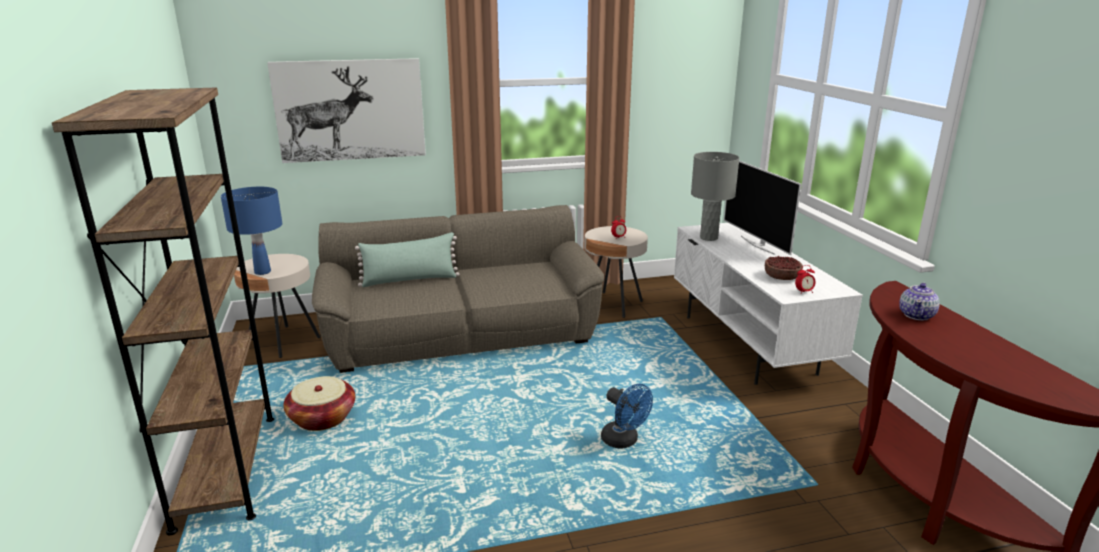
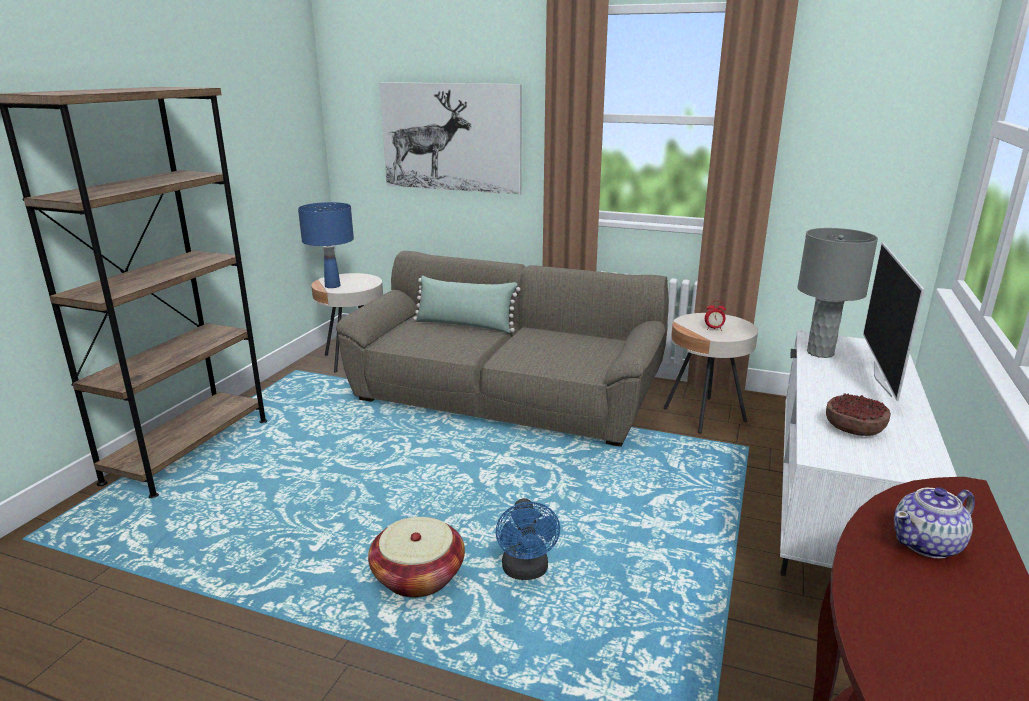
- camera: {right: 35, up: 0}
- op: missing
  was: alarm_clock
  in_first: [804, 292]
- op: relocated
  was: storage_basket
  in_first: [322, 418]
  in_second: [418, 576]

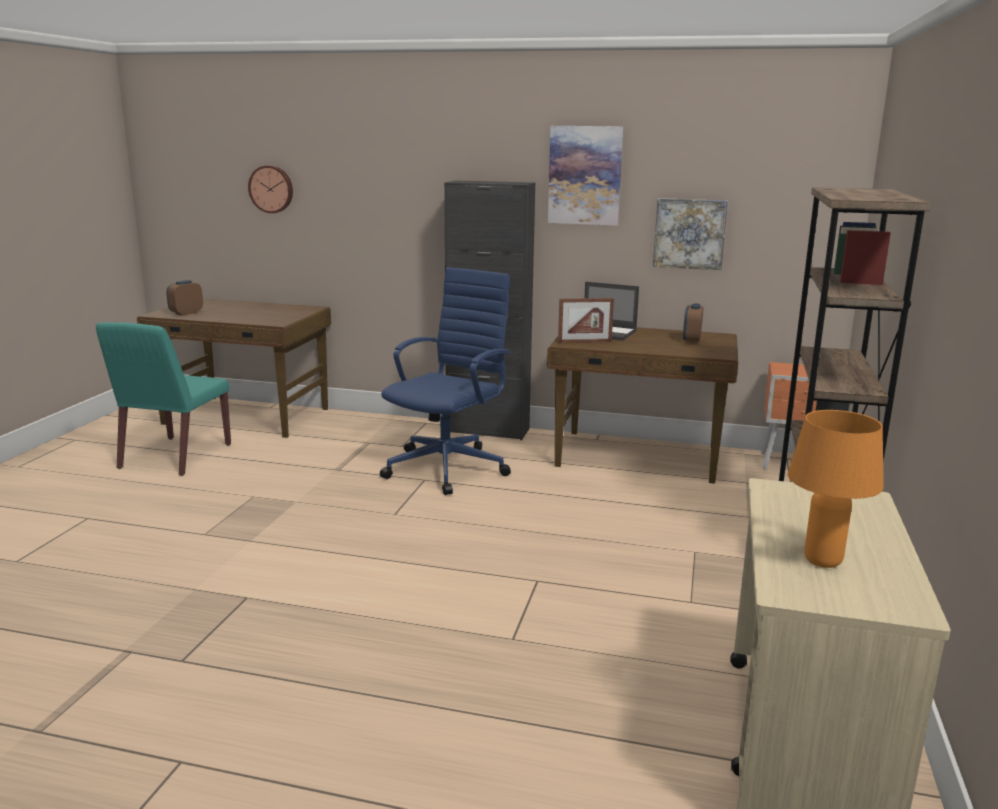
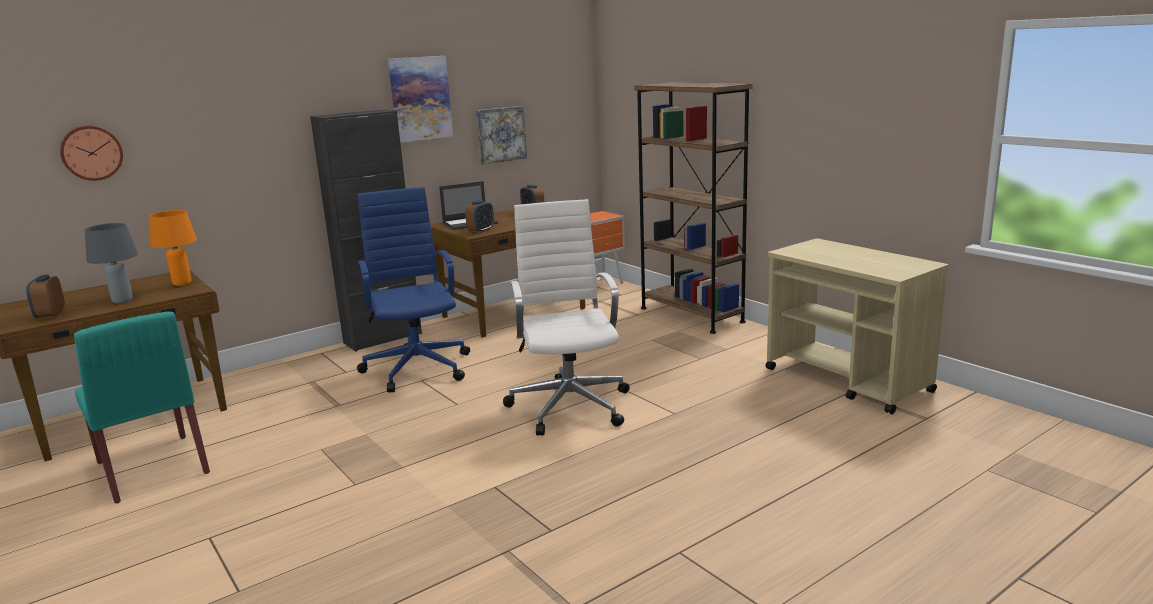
- camera: {right: -50, up: 0}
- op: appeared
  now: grey_tabletop_lamp
  in_second: [122, 301]
- op: appeared
  now: white-coloured_computer_chair
  in_second: [570, 404]
- op: relocated
  was: orange-coloured_tabletop_lamp
  in_first: [821, 561]
  in_second: [181, 284]
- op: exchanged
  was: picture_frame
  now: alarm_clock
  in_first: [584, 342]
  in_second: [481, 230]

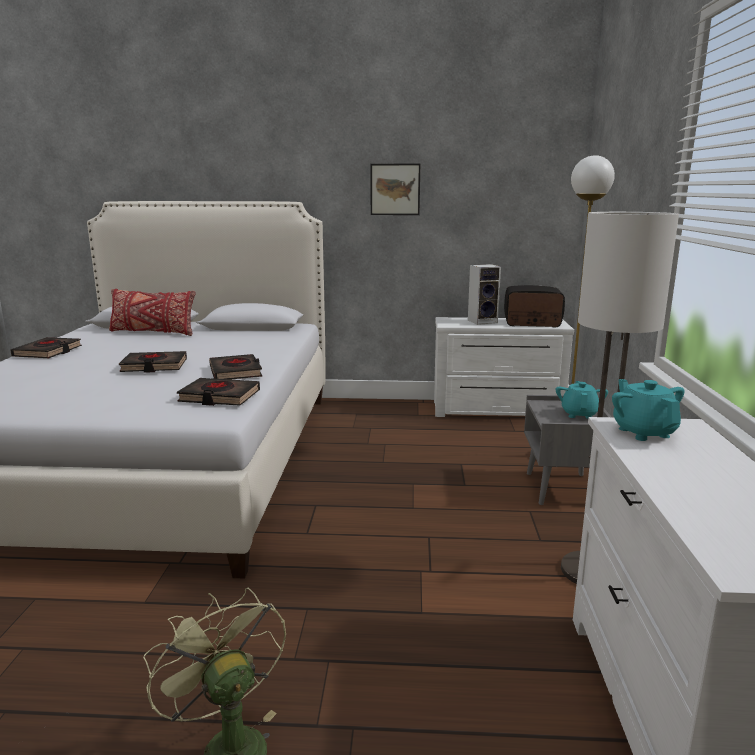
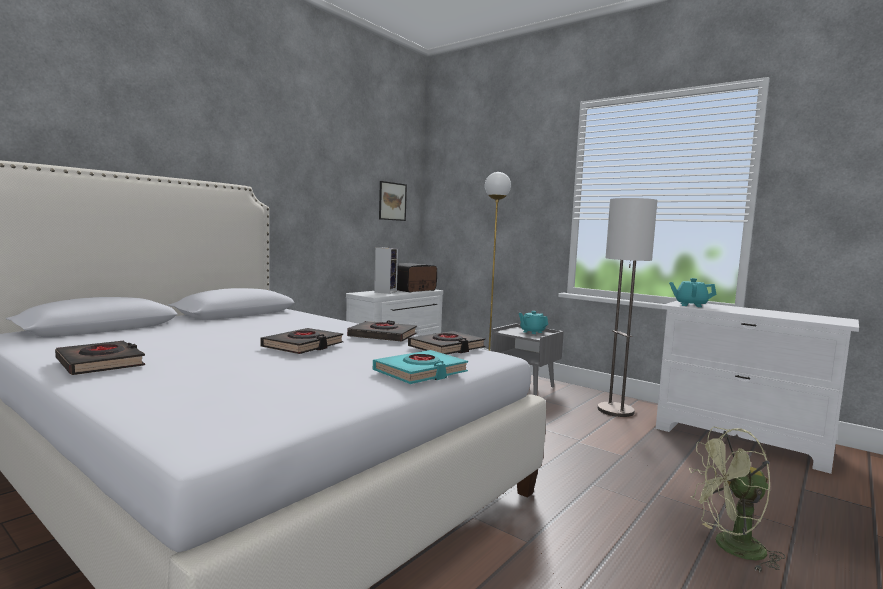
- camera: {right: -55, up: -10}
- op: missing
  was: red_pillow
  in_first: [153, 332]
- op: appeared
  now: blue-green_book
  in_second: [420, 372]
- op: relocated
  was: wall_art
  in_first: [395, 189]
  in_second: [392, 201]

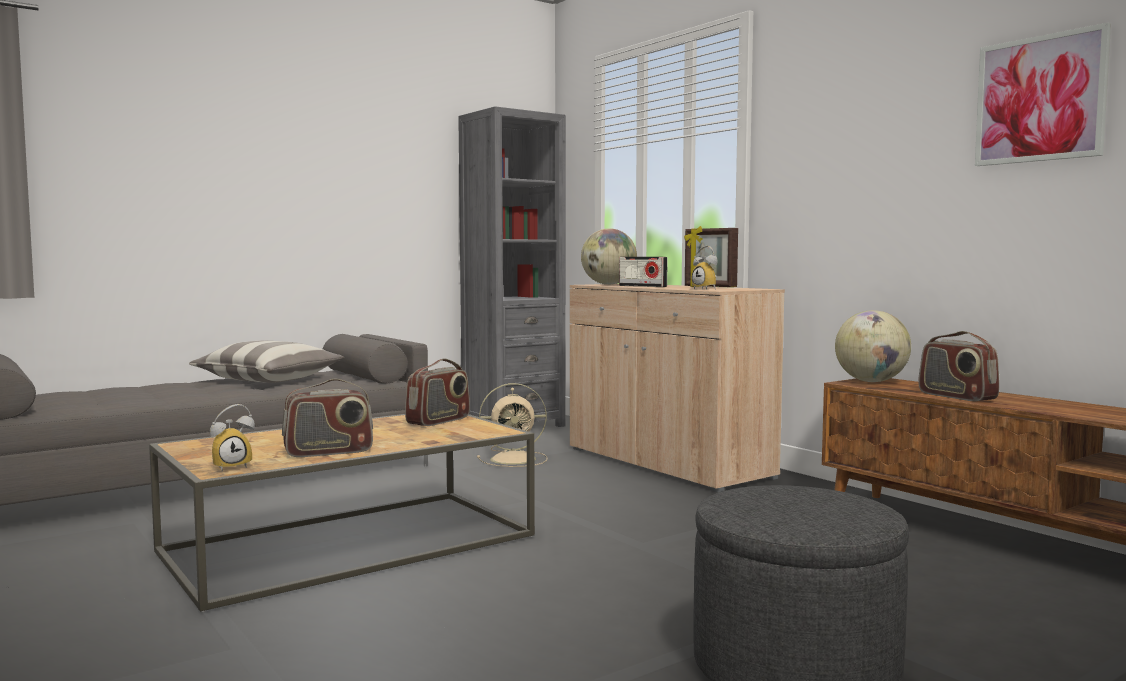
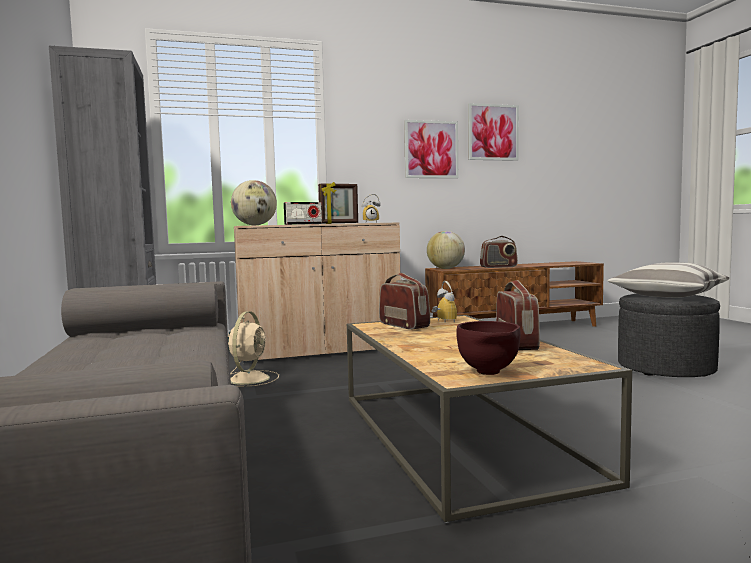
- camera: {right: -70, up: 0}
- op: appeared
  now: wall_art
  in_second: [431, 149]
- op: appeared
  now: brown_serving_bowl
  in_second: [489, 373]
- op: relocated
  was: pillow
  in_first: [268, 380]
  in_second: [667, 295]
- op: relocated
  was: alarm_clock
  in_first: [232, 466]
  in_second: [442, 322]

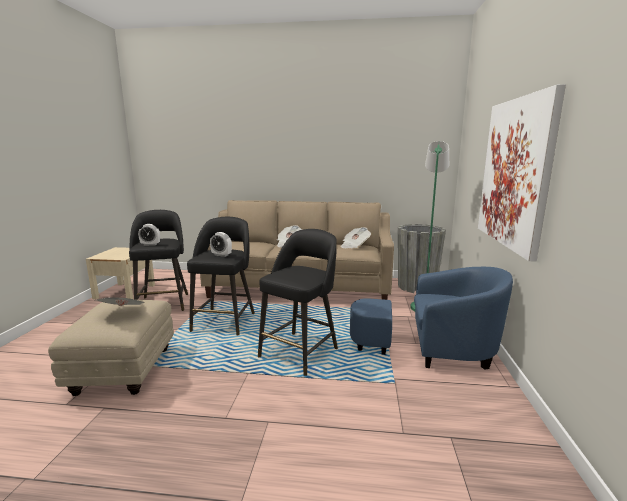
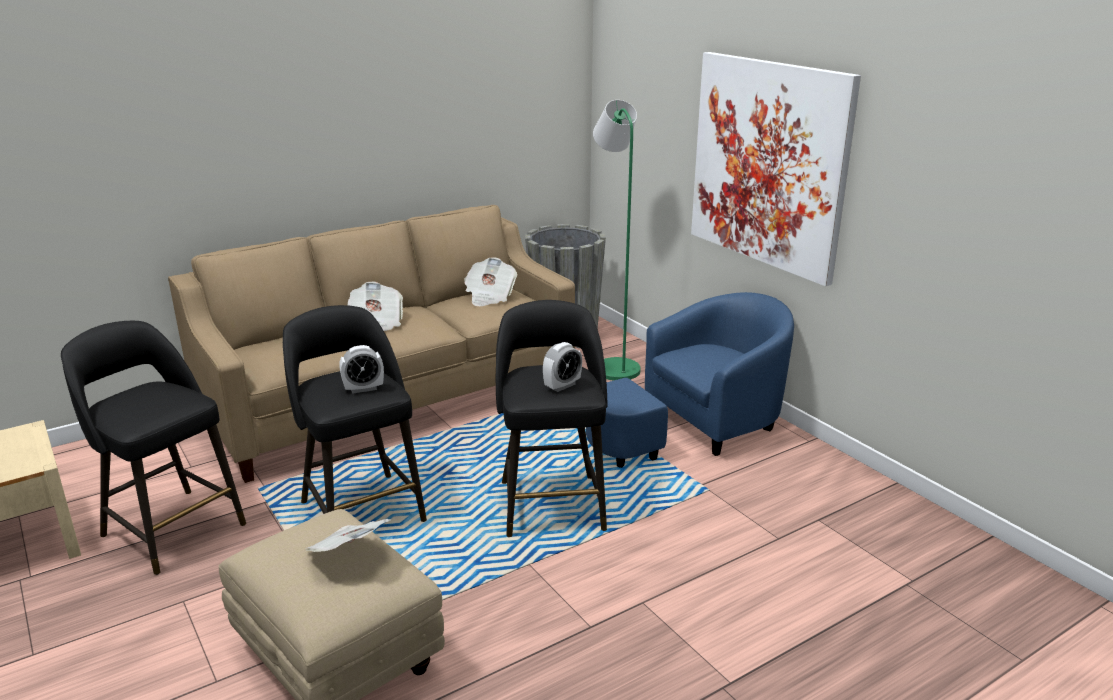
- camera: {right: -40, up: 10}
- op: relocated
  was: alarm_clock
  in_first: [150, 244]
  in_second: [562, 386]

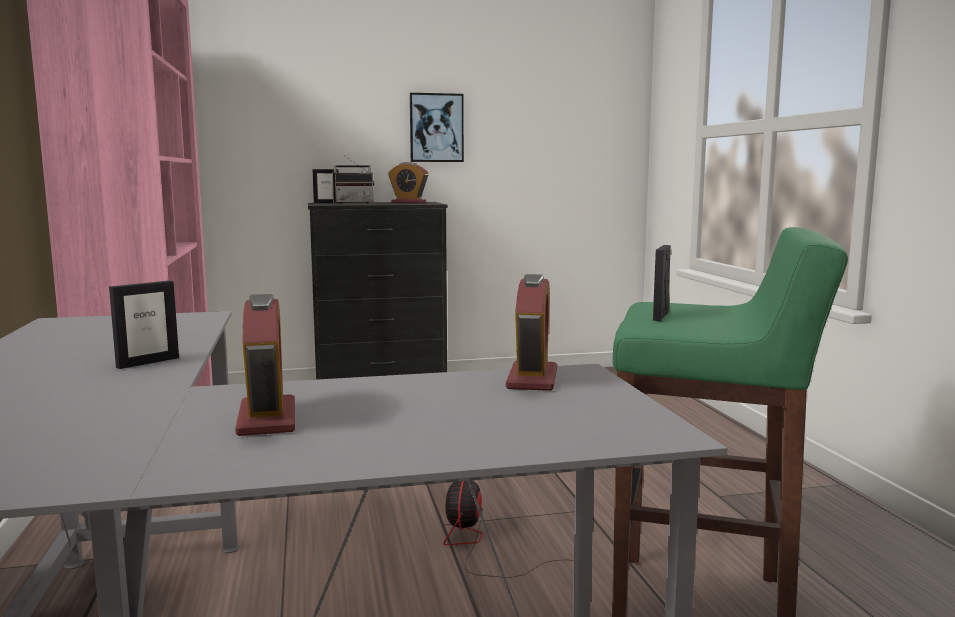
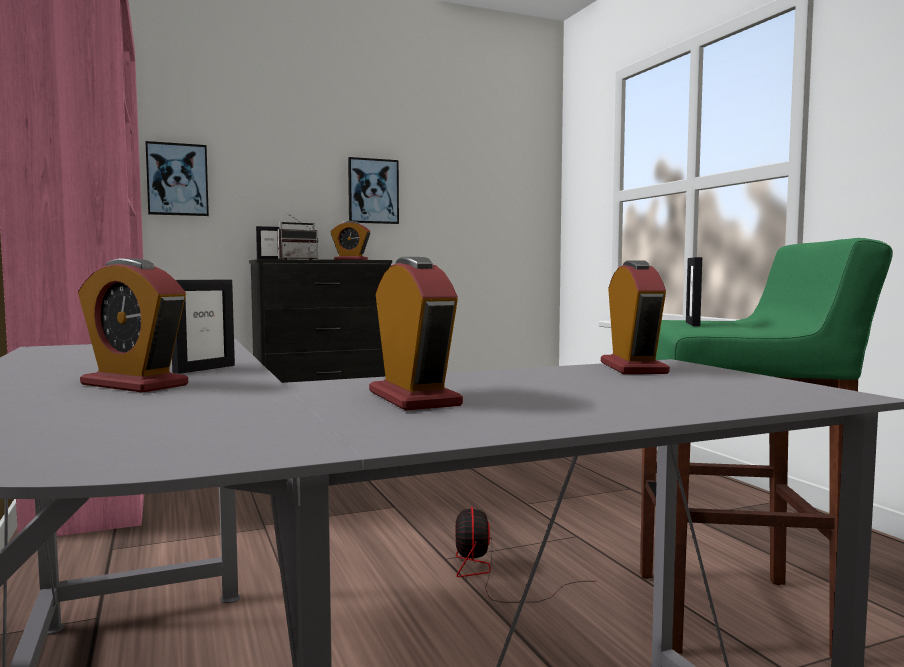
- camera: {right: -10, up: -5}
- op: appeared
  now: alarm_clock
  in_second: [134, 385]
- op: appeared
  now: wall_art
  in_second: [177, 179]

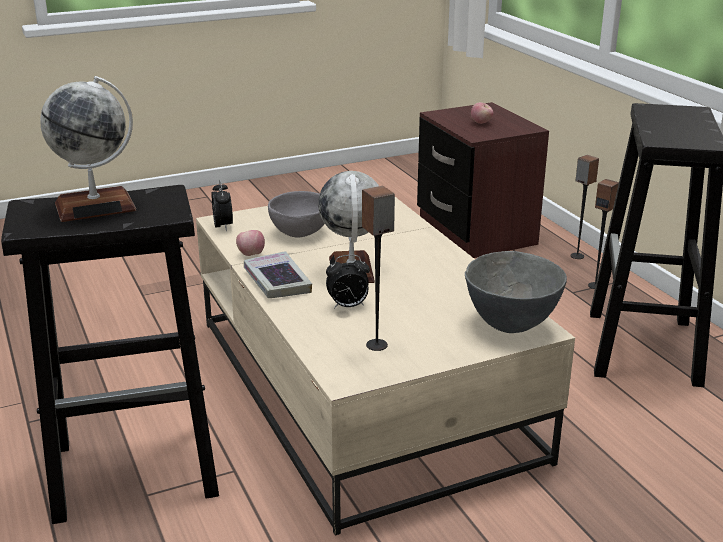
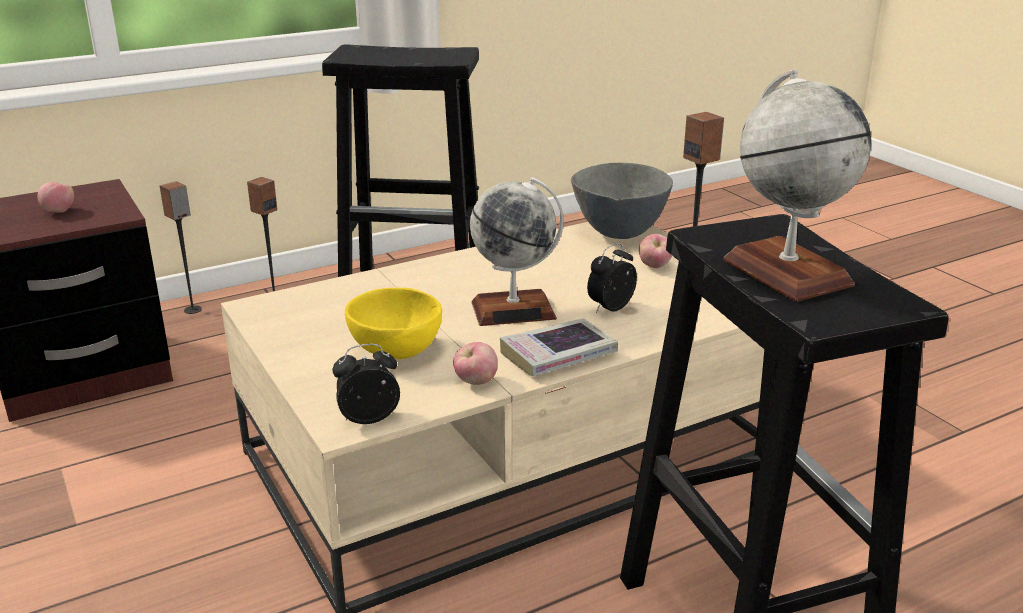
- camera: {right: -95, up: 0}
- op: appeared
  now: apple_fruit
  in_second: [654, 267]
- op: colour
  was: grey_serving_bowl
  now: yellow_serving_bowl
  in_first: [299, 232]
  in_second: [396, 352]
- op: spun
  was: alarm_clock
  in_first: [348, 306]
  in_second: [610, 308]
  clockwise: -120

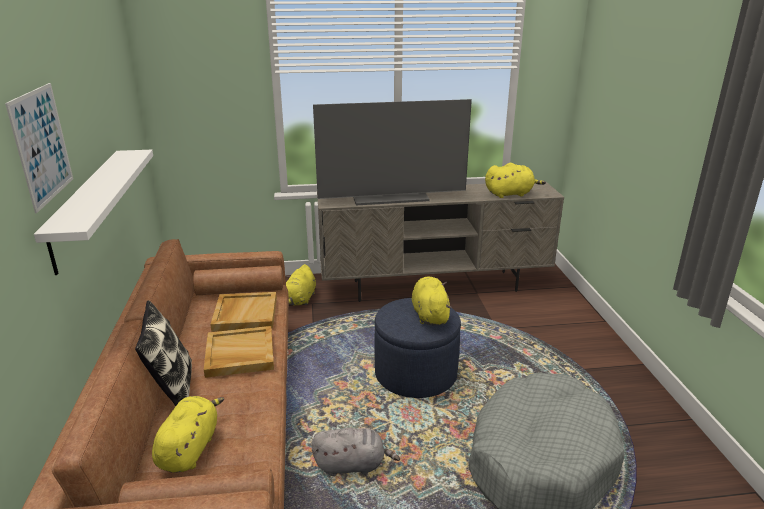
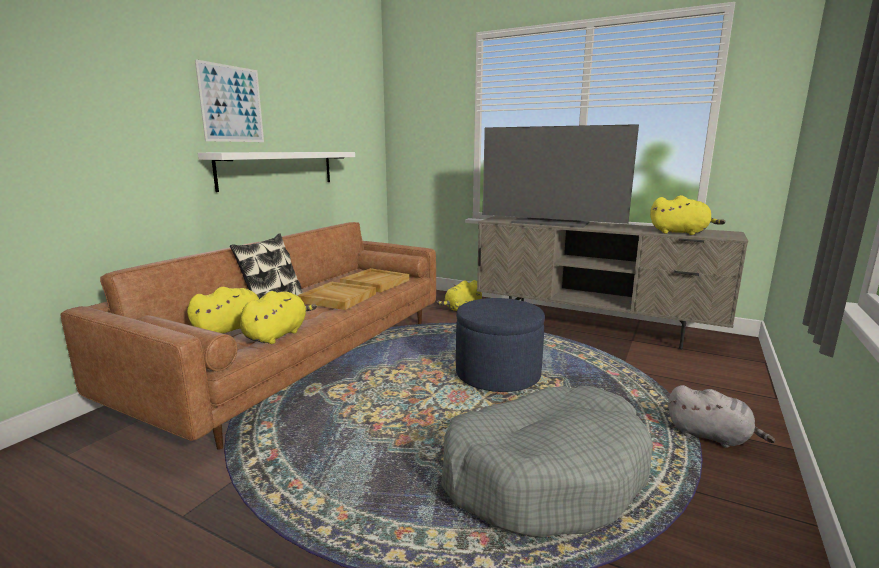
- camera: {right: 35, up: -10}
- op: relocated
  was: grey_cuddly_toy
  in_first: [352, 465]
  in_second: [711, 436]
- op: relocated
  was: yellow_cuddly_toy
  in_first: [430, 315]
  in_second: [277, 335]

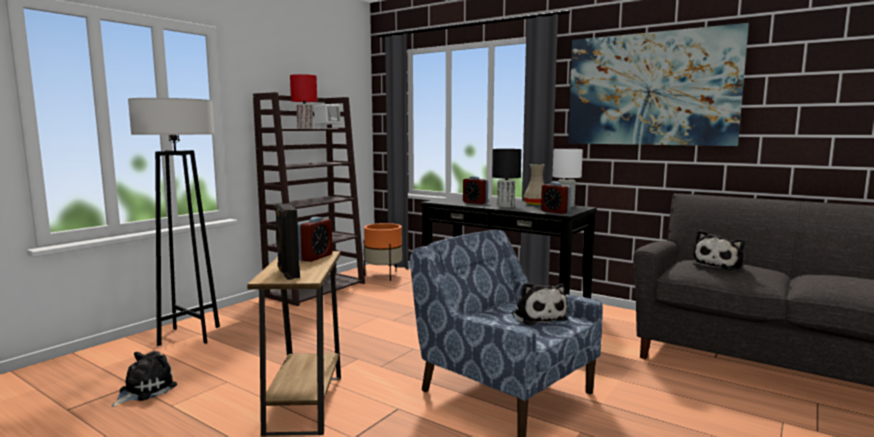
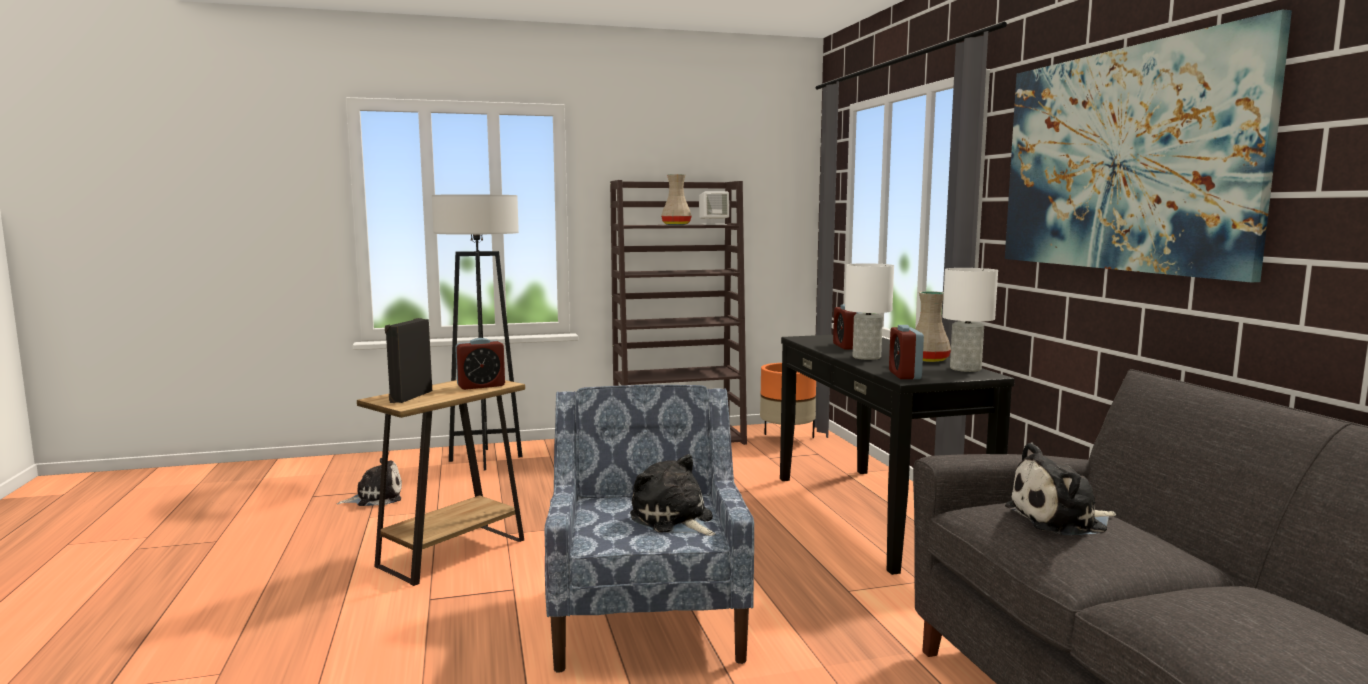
- camera: {right: 40, up: 0}
- op: exchanged
  was: red_tabletop_lamp
  now: beige_decorative_vase
  in_first: [304, 128]
  in_second: [675, 224]
- op: colour
  was: black_tabletop_lamp
  now: white-coloured_tabletop_lamp
  in_first: [506, 206]
  in_second: [867, 357]
- op: spun
  was: cuddly_toy
  in_first: [537, 317]
  in_second: [674, 520]
  clockwise: 120

